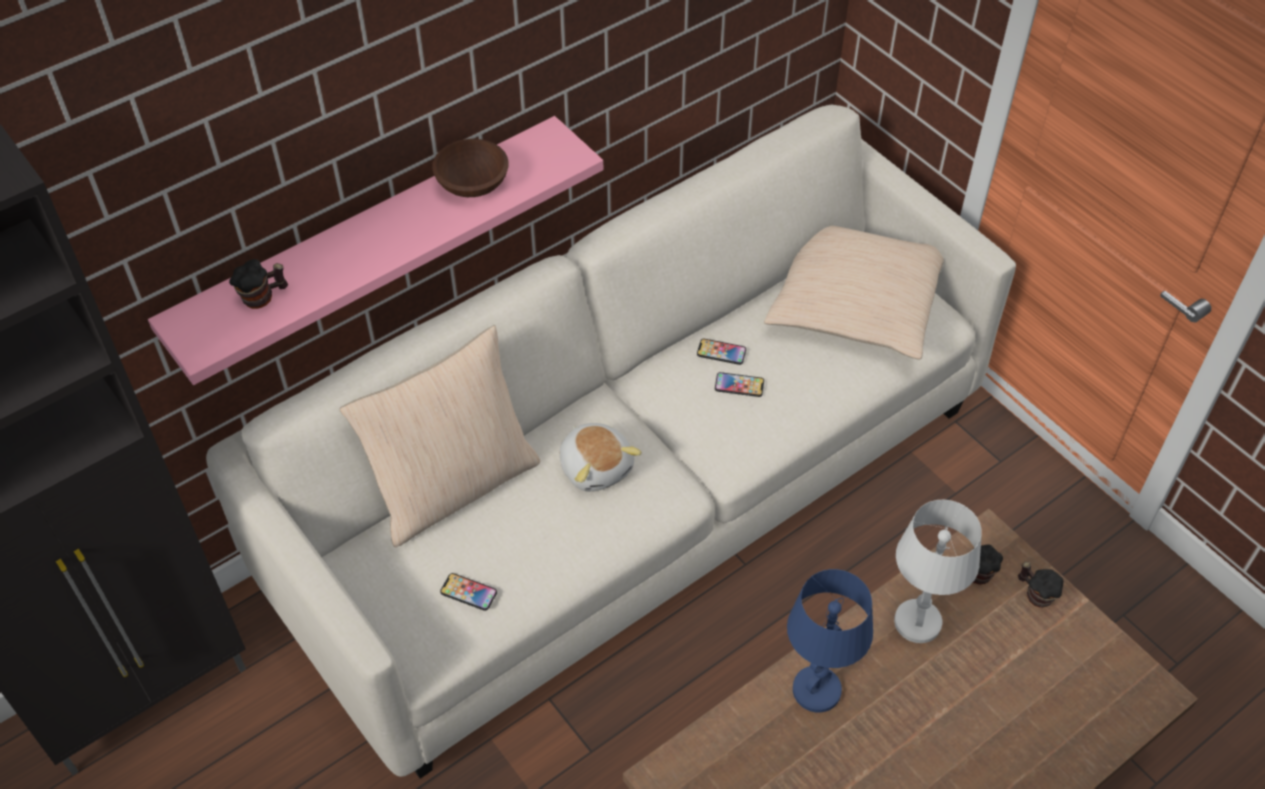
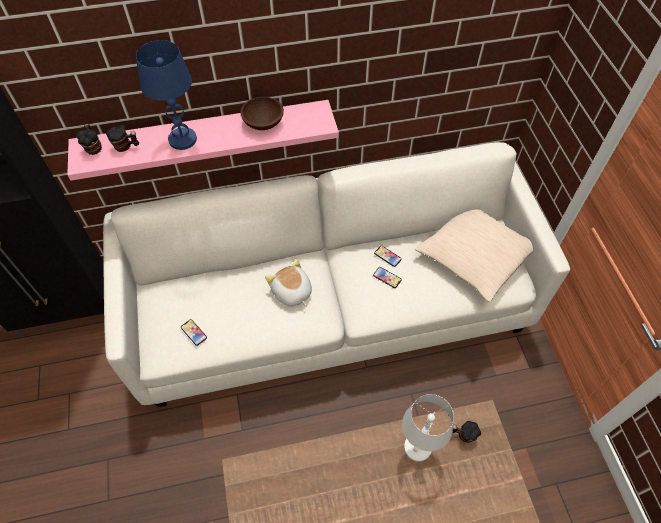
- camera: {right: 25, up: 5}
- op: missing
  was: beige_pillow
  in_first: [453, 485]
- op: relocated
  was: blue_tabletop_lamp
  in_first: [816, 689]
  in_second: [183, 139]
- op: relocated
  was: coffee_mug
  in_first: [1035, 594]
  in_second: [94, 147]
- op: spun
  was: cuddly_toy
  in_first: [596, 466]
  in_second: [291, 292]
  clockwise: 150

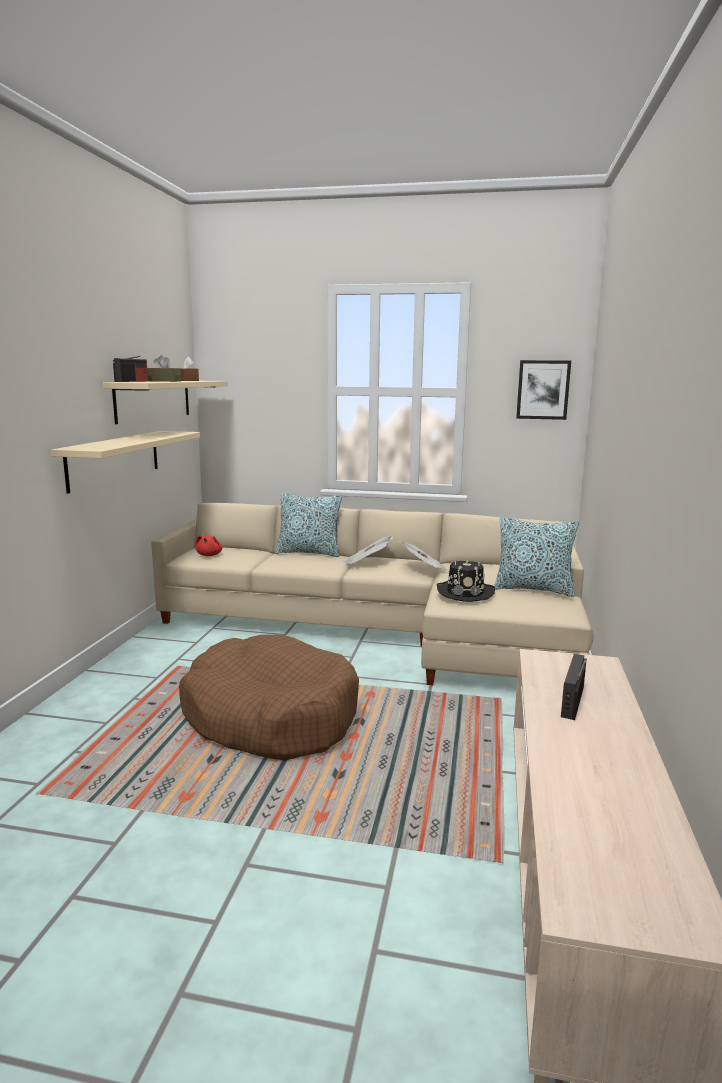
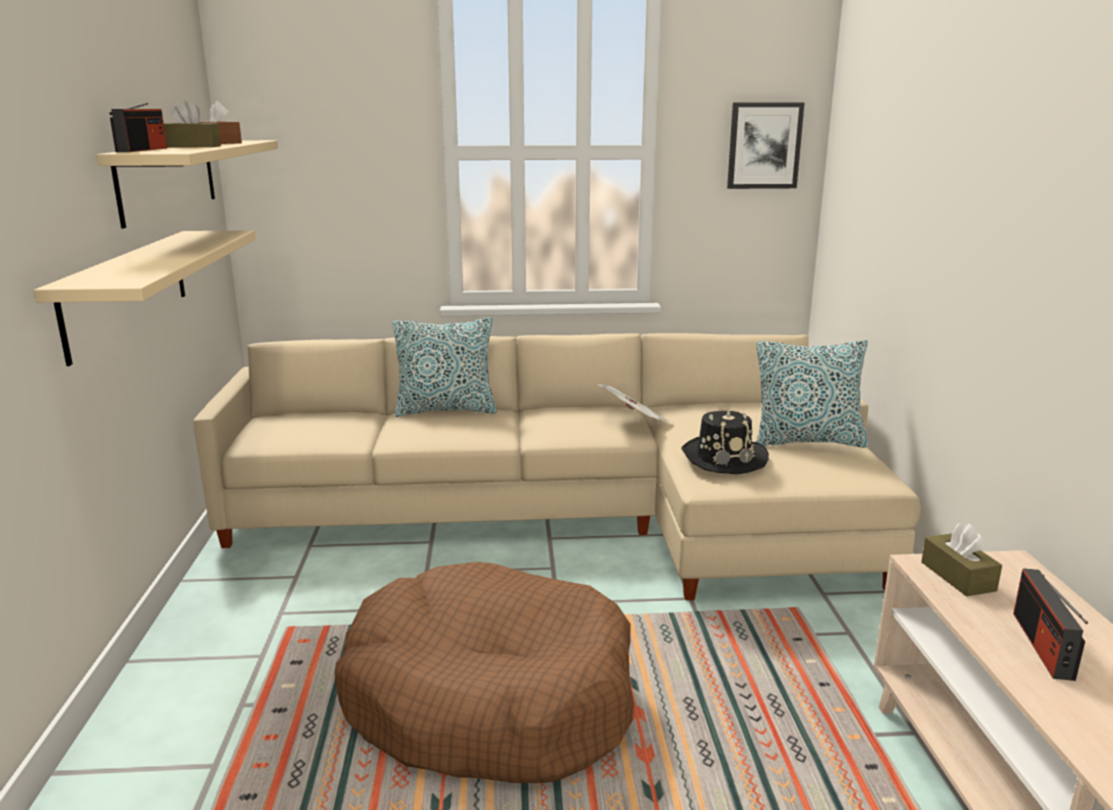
- camera: {right: -15, up: 5}
- op: missing
  was: red_cuddly_toy
  in_first: [209, 555]
- op: missing
  was: printed_paper
  in_first: [366, 563]
- op: appeared
  now: brown_box_of_tissues
  in_second: [957, 576]

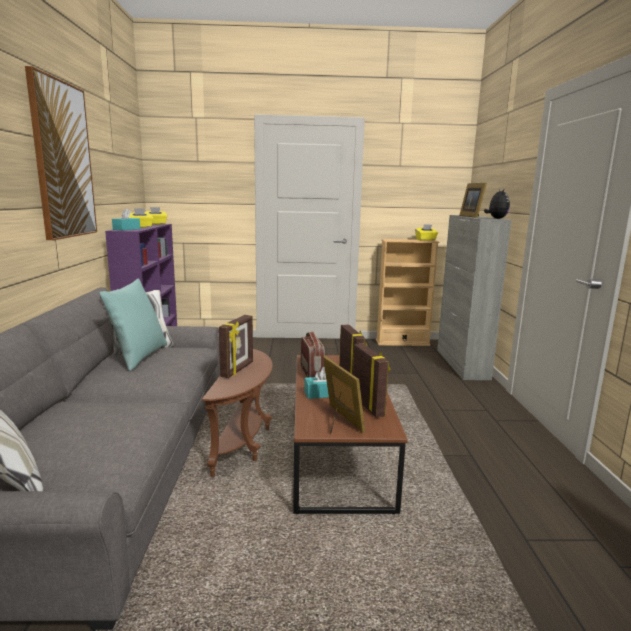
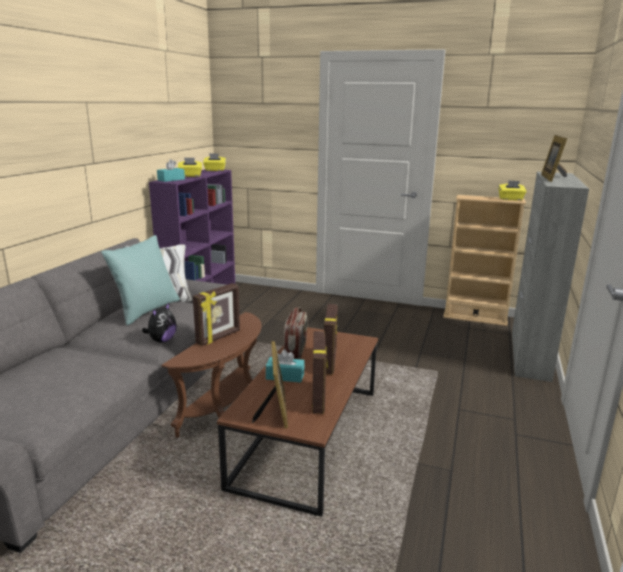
- camera: {right: 20, up: 5}
- op: missing
  was: wall_art
  in_first: [63, 160]
- op: relocated
  was: cuddly_toy
  in_first: [496, 218]
  in_second: [162, 340]

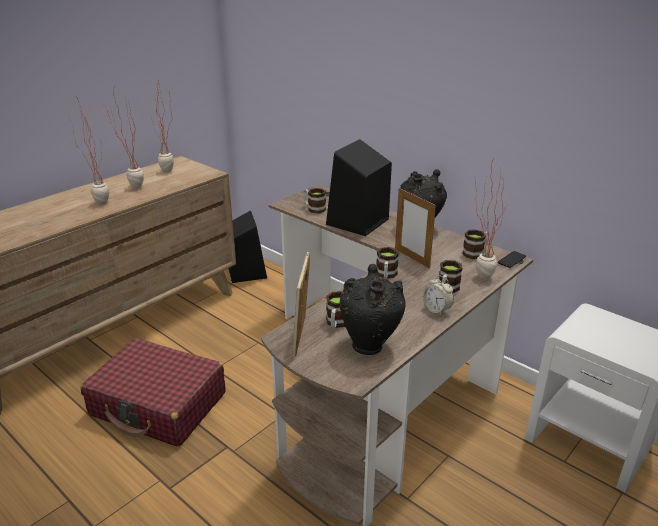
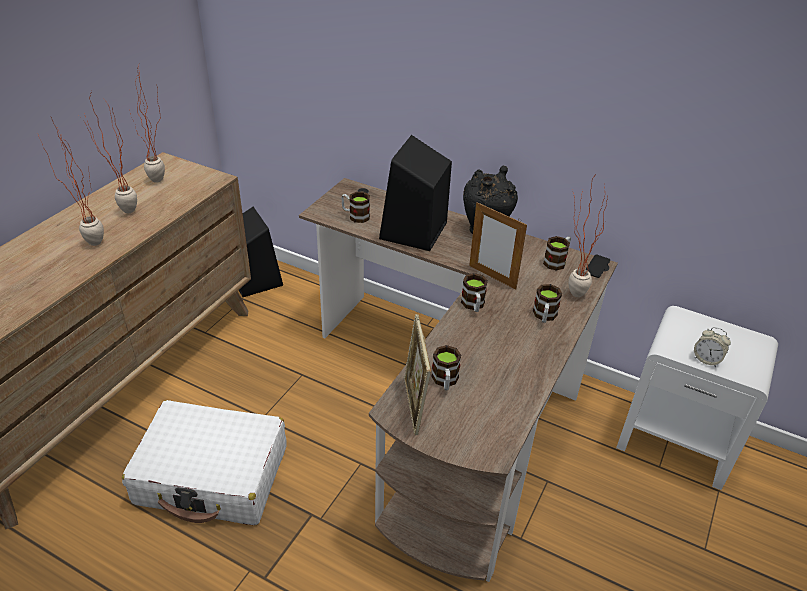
- camera: {right: -15, up: 10}
- op: missing
  was: black_decorative_vase
  in_first: [370, 345]
- op: relocated
  was: alarm_clock
  in_first: [436, 310]
  in_second: [706, 359]
- op: colour
  was: red_suitcase
  now: white-coloured_suitcase
  in_first: [158, 404]
  in_second: [213, 475]

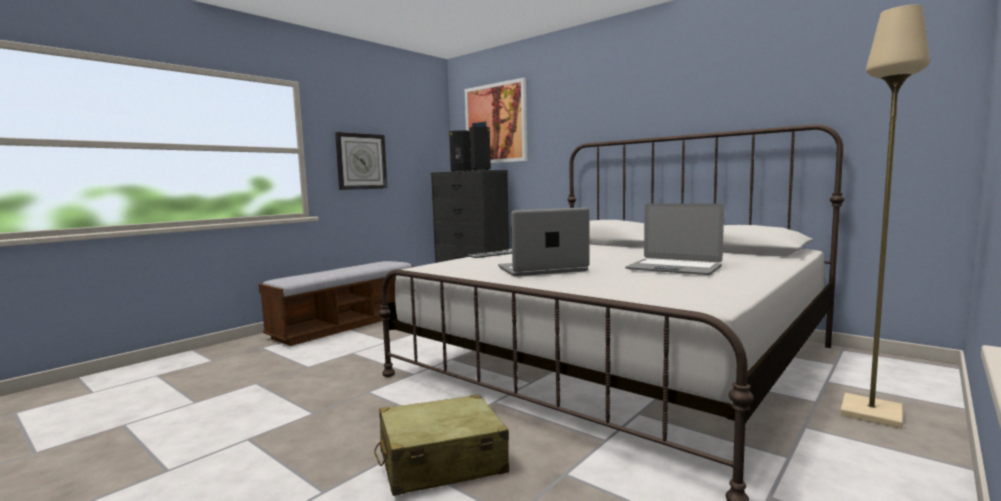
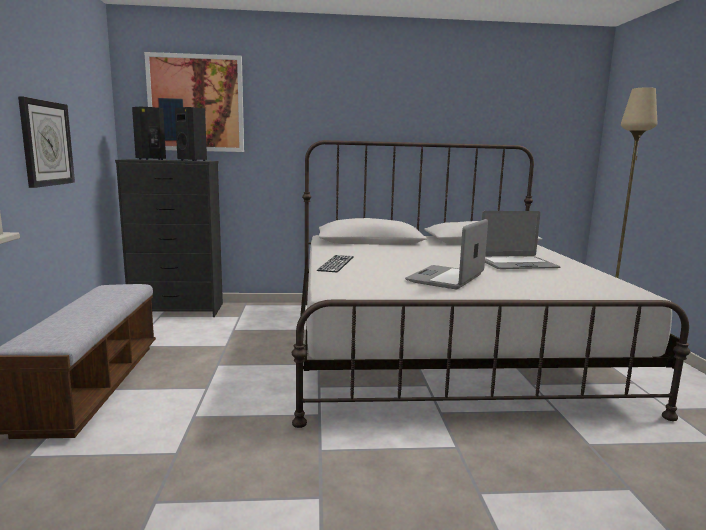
- camera: {right: -45, up: 5}
- op: missing
  was: beige_suitcase
  in_first: [441, 462]

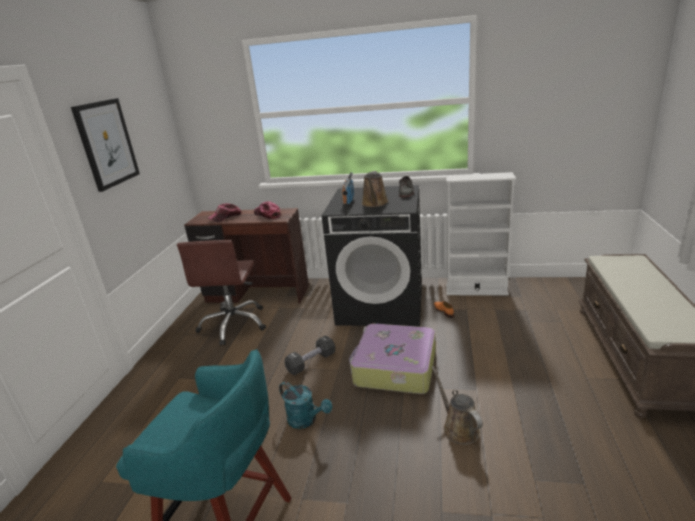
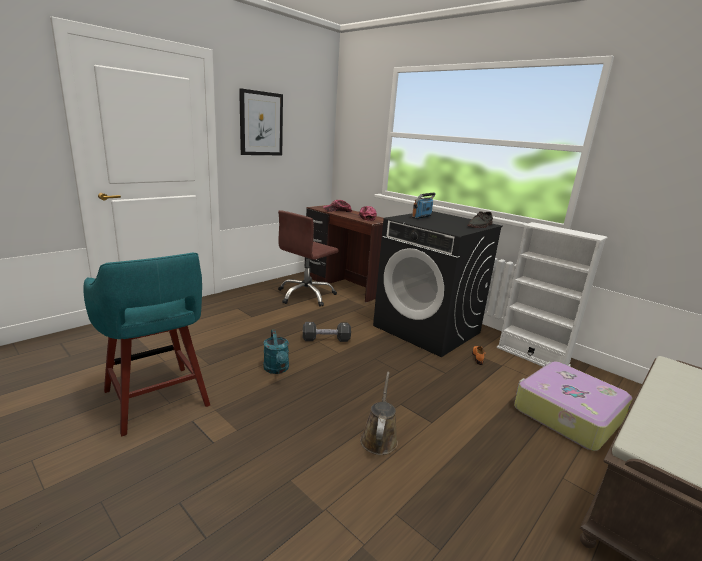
- camera: {right: 30, up: -5}
- op: missing
  was: brown_watering_can
  in_first: [374, 203]
- op: relocated
  was: suitcase
  in_first: [394, 368]
  in_second: [566, 414]

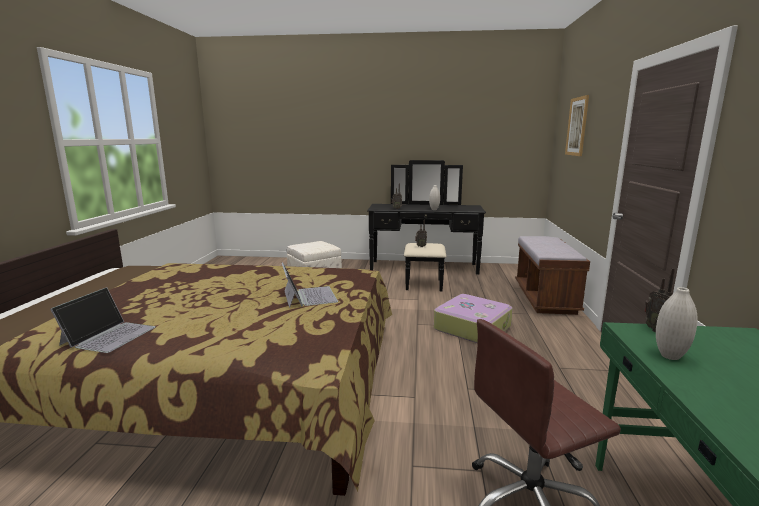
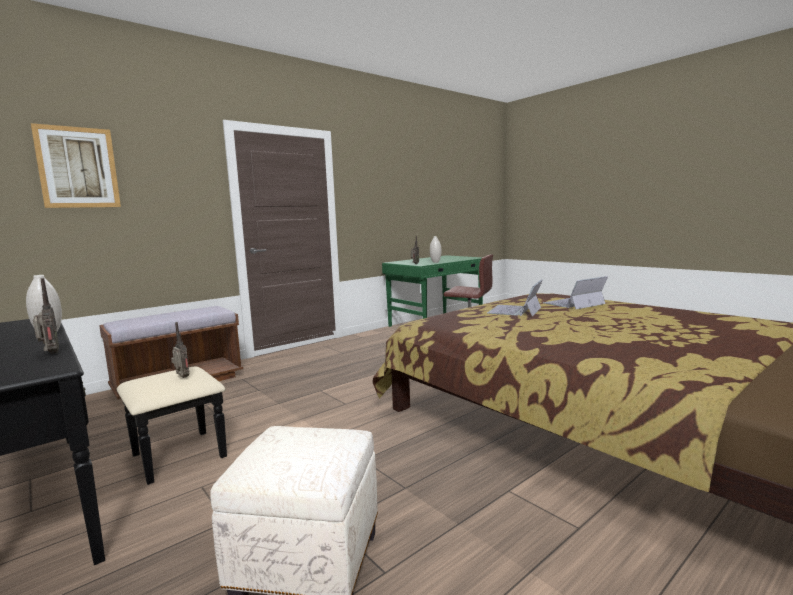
- camera: {right: -135, up: -5}
- op: missing
  was: suitcase
  in_first: [472, 327]
- op: relocated
  was: notebook_computer
  in_first: [109, 335]
  in_second: [573, 303]

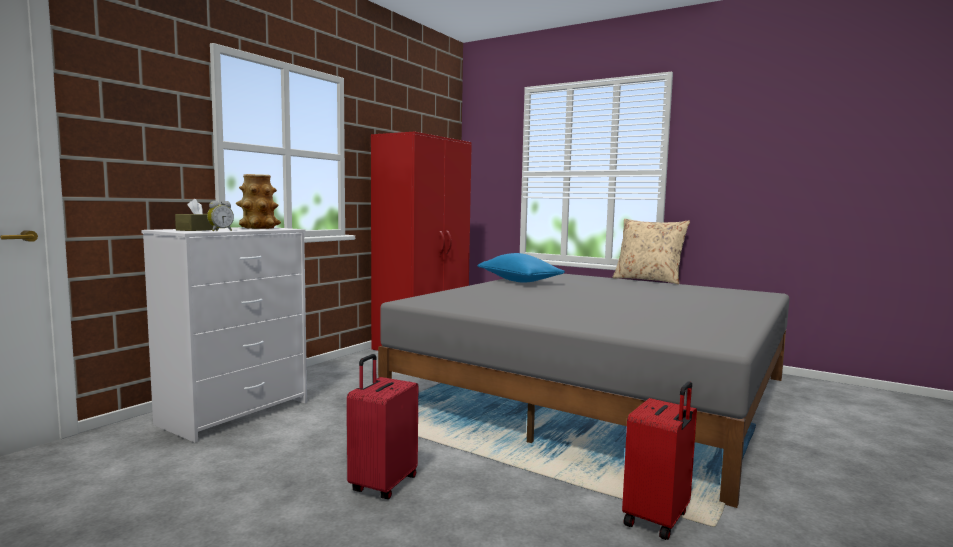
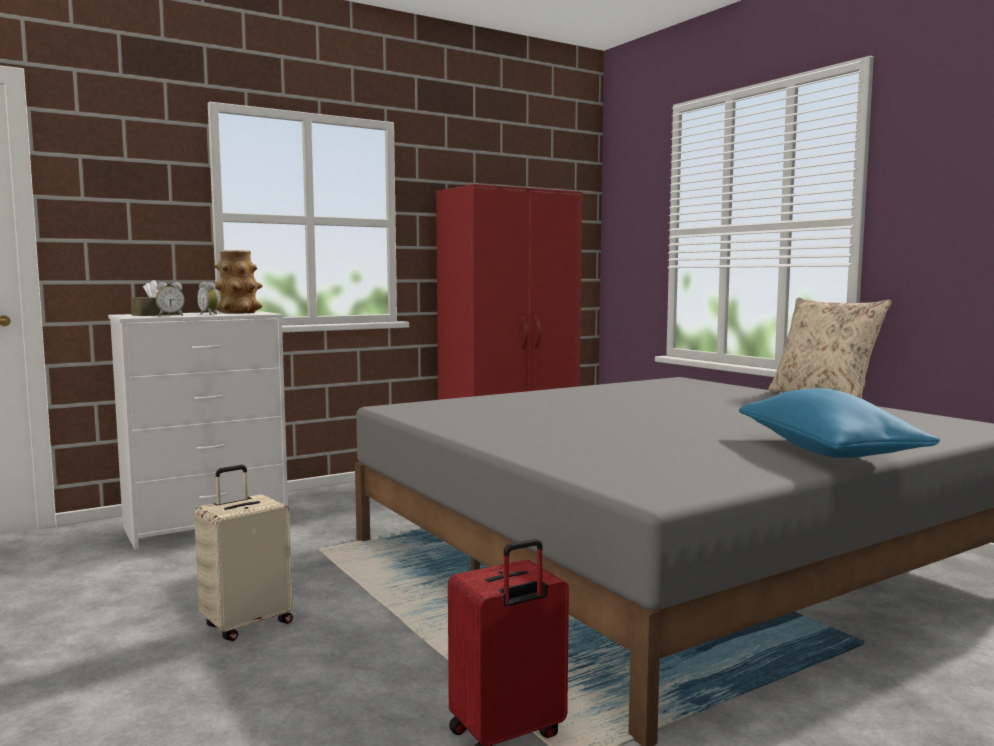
- camera: {right: 25, up: 0}
- op: appeared
  now: alarm_clock
  in_second: [209, 314]
- op: relocated
  was: blue_pillow
  in_first: [519, 281]
  in_second: [827, 452]
- op: colour
  was: red_suitcase
  now: beige_suitcase
  in_first: [382, 484]
  in_second: [247, 624]

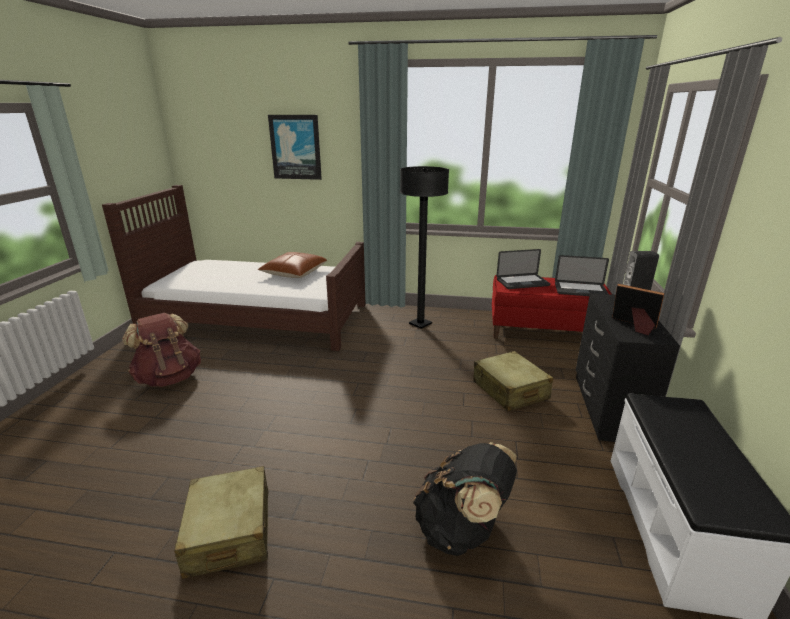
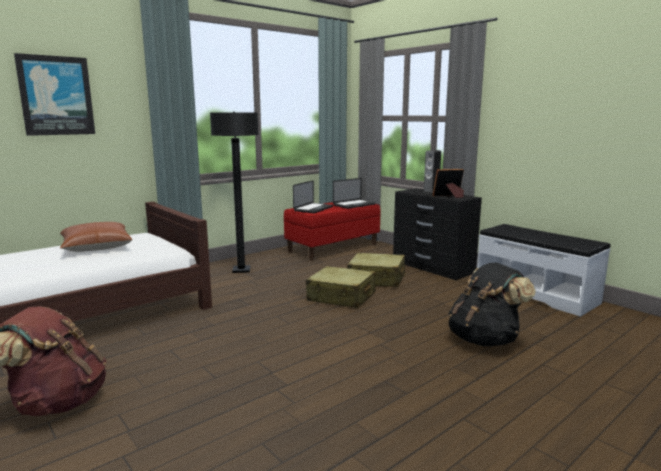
- camera: {right: -50, up: -10}
- op: relocated
  was: beige_suitcase
  in_first: [229, 532]
  in_second: [341, 297]

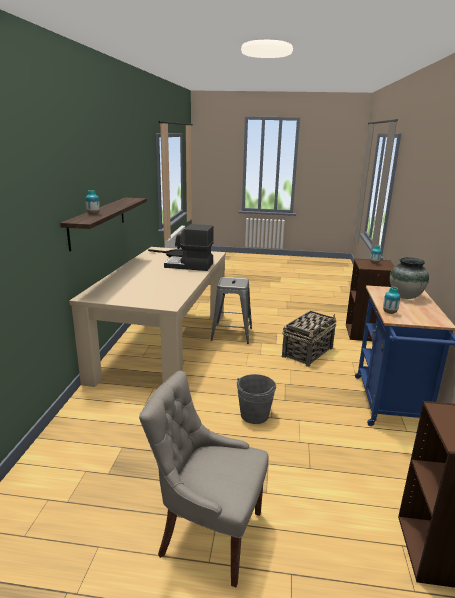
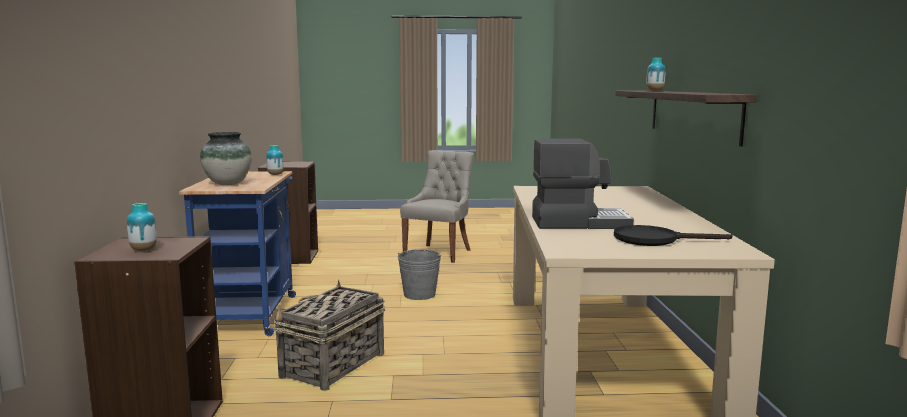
- camera: {right: 170, up: -10}
- op: missing
  was: grey_sitting_stool
  in_first: [231, 334]
- op: spun
  was: grey_chair
  in_first: [208, 533]
  in_second: [439, 253]
  clockwise: -75

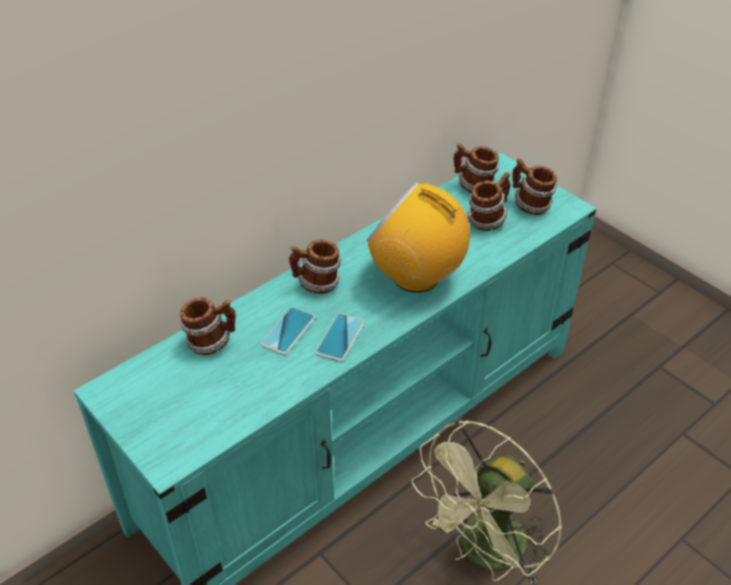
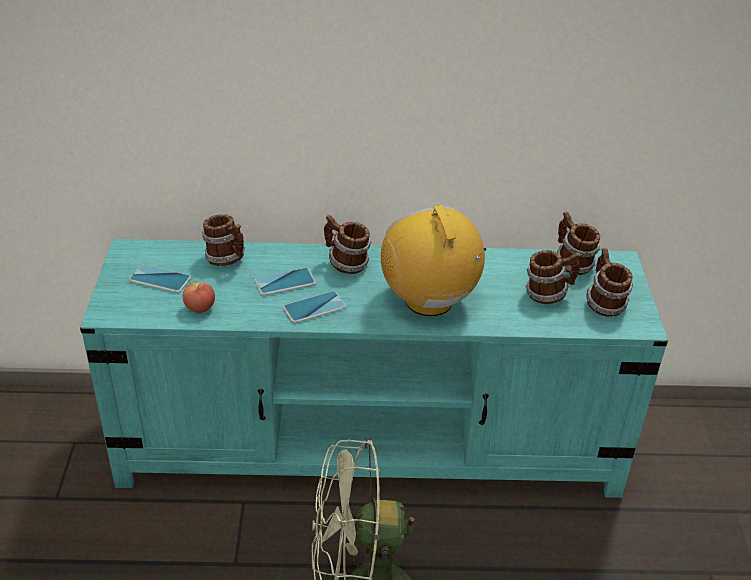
- camera: {right: 40, up: -5}
- op: appeared
  now: phone
  in_second: [160, 279]
- op: appeared
  now: apple_fruit
  in_second: [200, 308]

